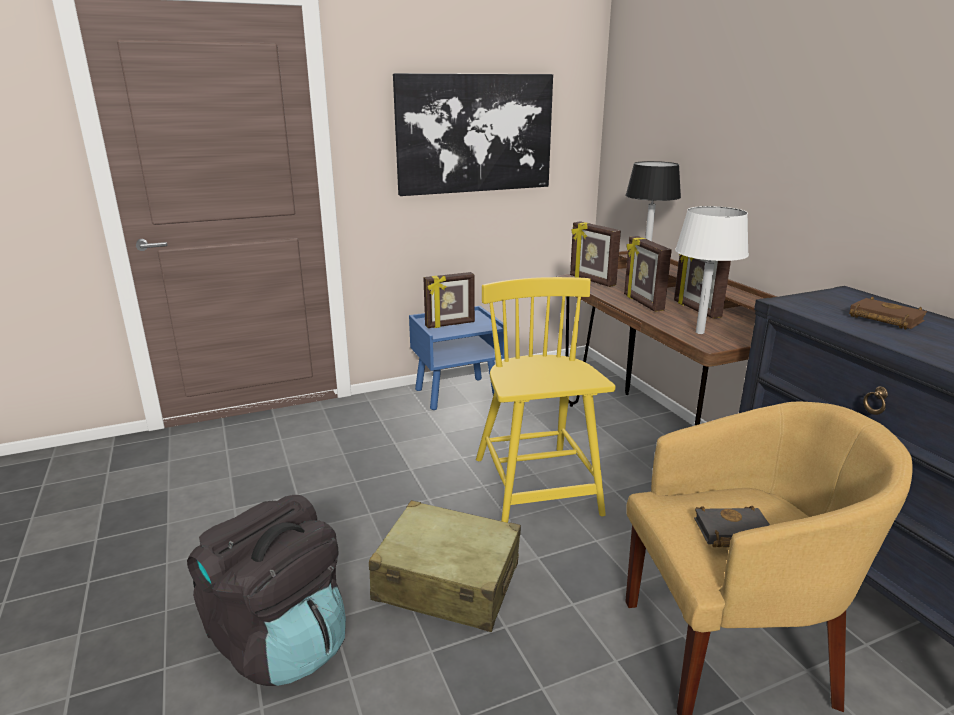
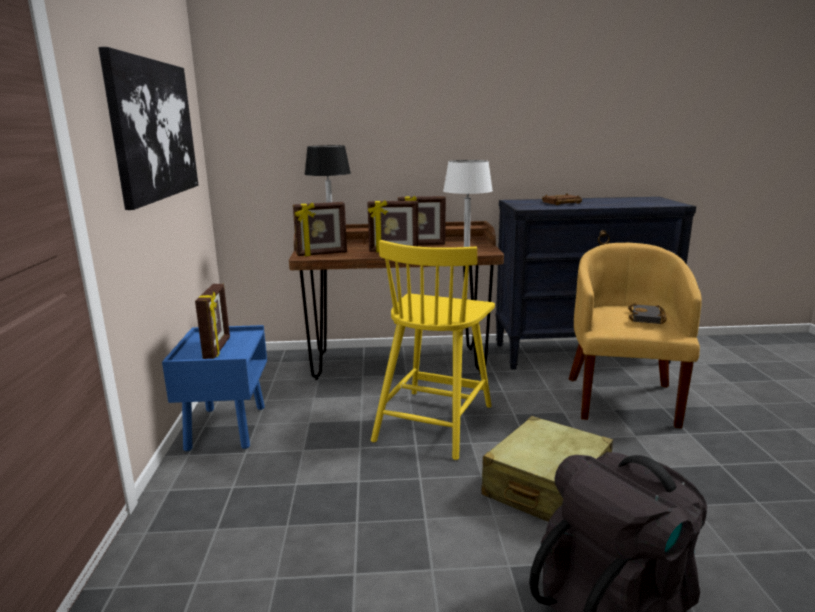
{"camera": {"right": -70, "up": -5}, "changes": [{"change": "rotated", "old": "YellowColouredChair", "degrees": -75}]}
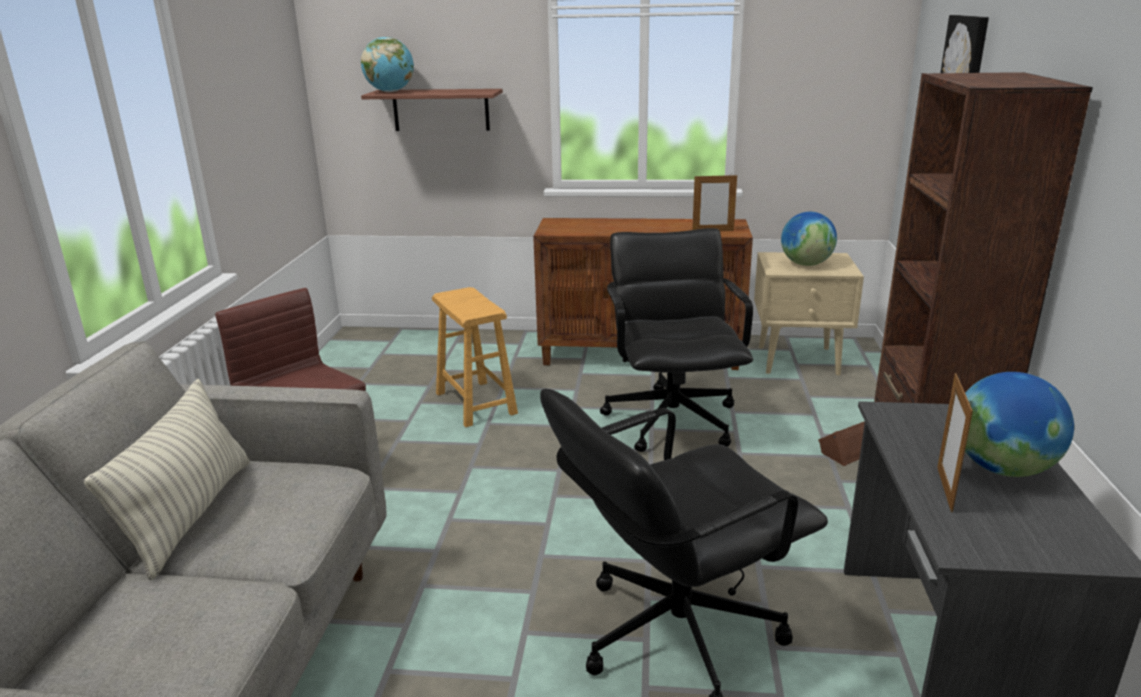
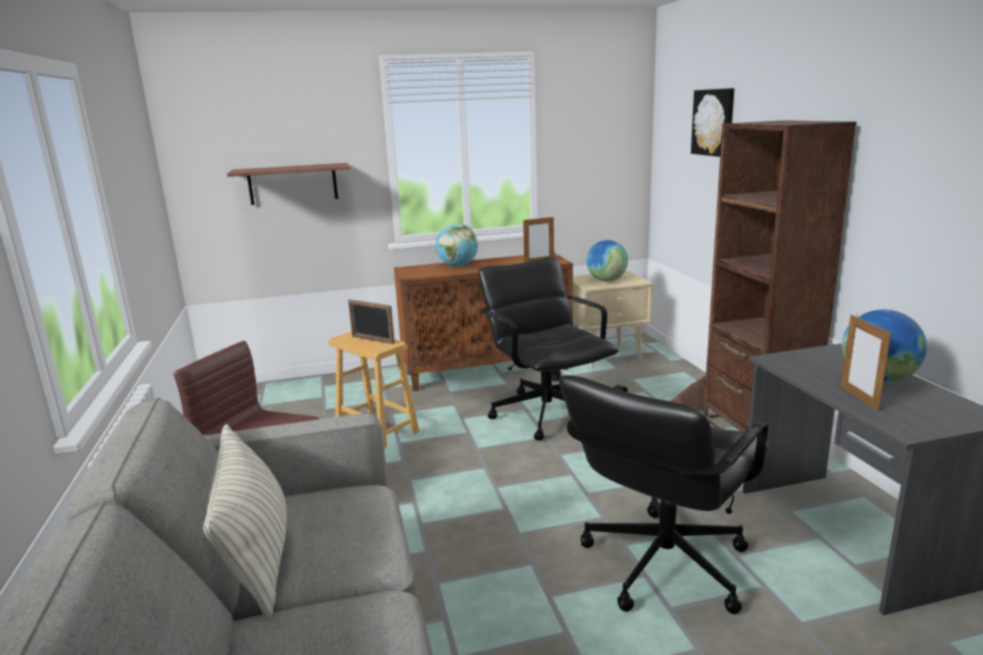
{"camera": {"right": -20, "up": -5}, "changes": [{"change": "shifted", "old": "DeskGlobe (no. 1 from left)"}, {"change": "new", "new": "StandingFrame (no. 1 from left)"}]}
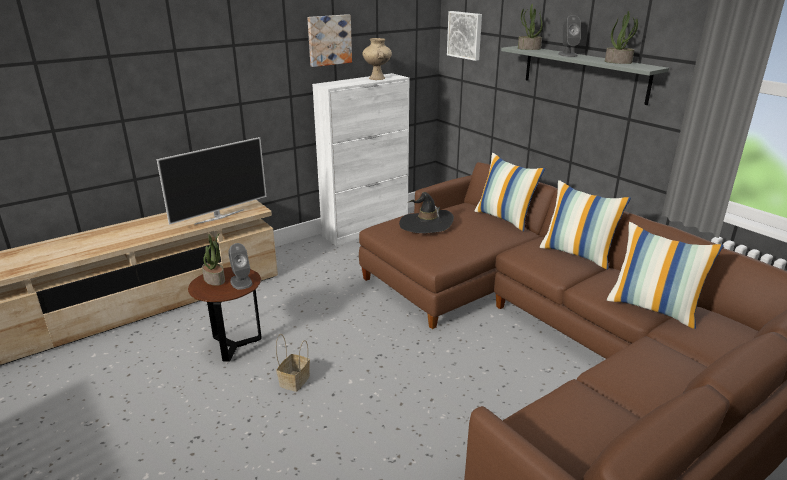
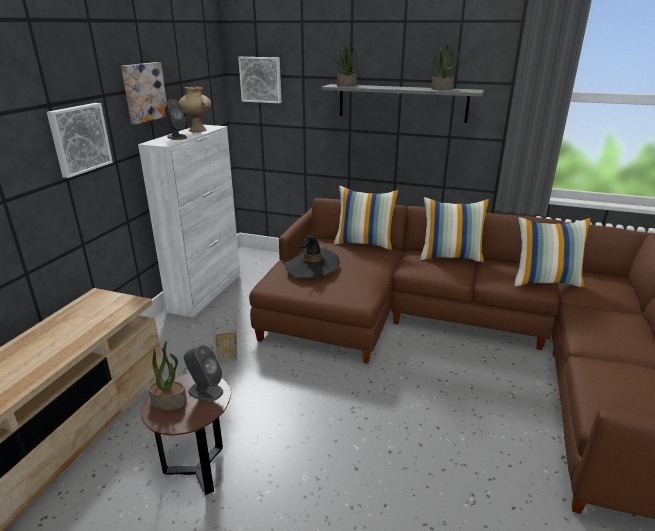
{"camera": {"right": -35, "up": 0}, "changes": [{"change": "gone", "old": "Tv"}, {"change": "shifted", "old": "HouseholdBasket"}, {"change": "shifted", "old": "GreyishAudioSpeaker (no. 2 from left in the first image)", "new": "GreyishAudioSpeaker (no. 1 from left)"}, {"change": "new", "new": "WallPicture (no. 1 from left)"}]}
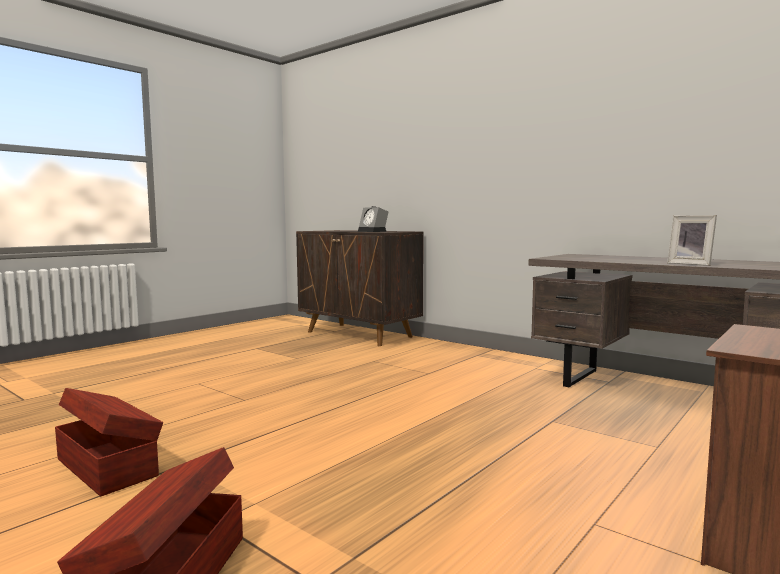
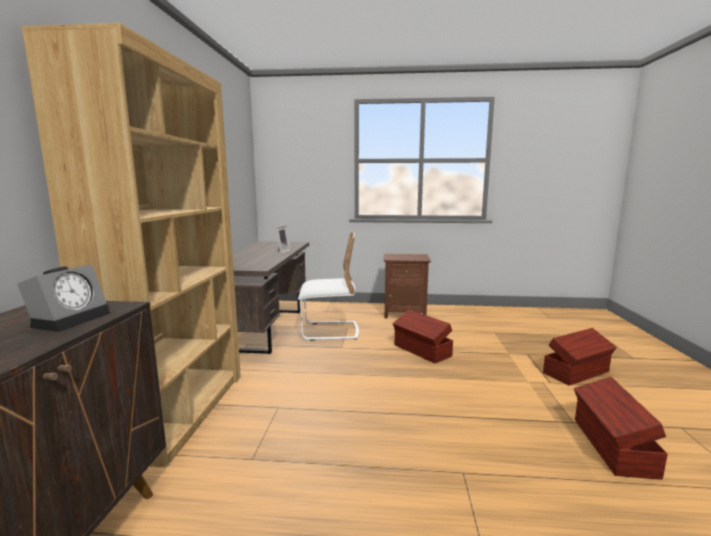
{"camera": {"right": -125, "up": 5}, "changes": [{"change": "new", "new": "BrownishShelvingUnit"}, {"change": "new", "new": "WhiteColouredChair"}, {"change": "new", "new": "BrownishStorageBin (no. 1 from left)"}]}
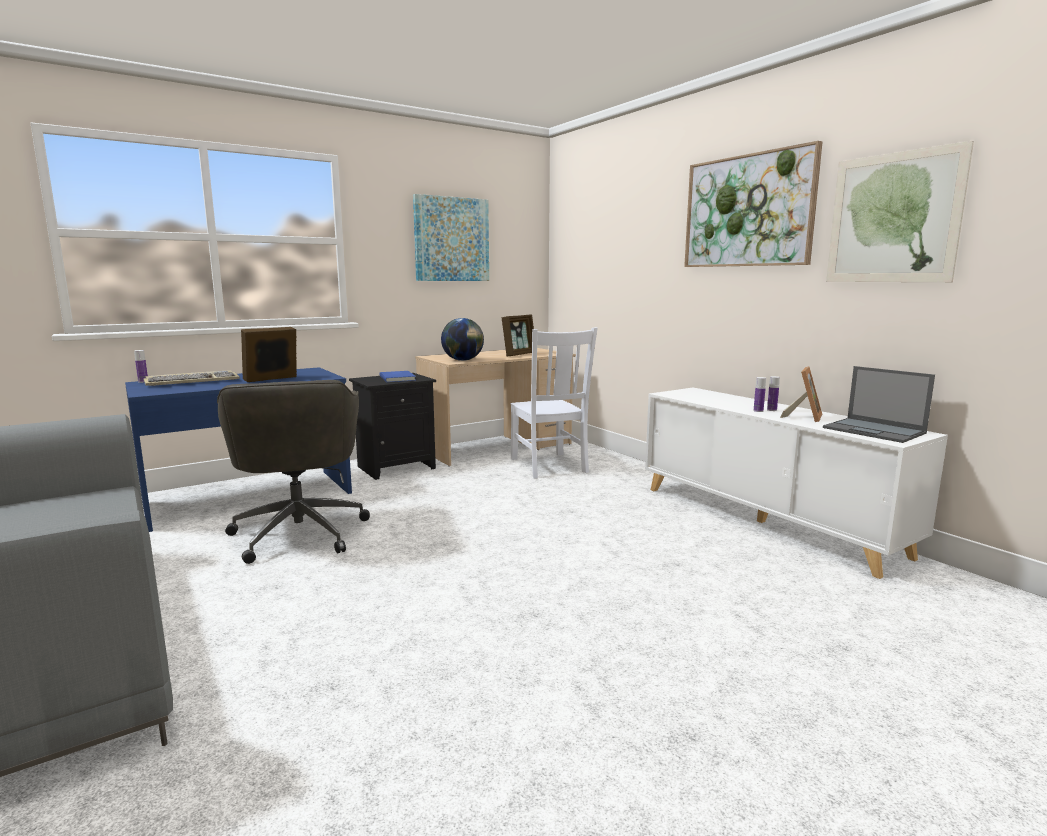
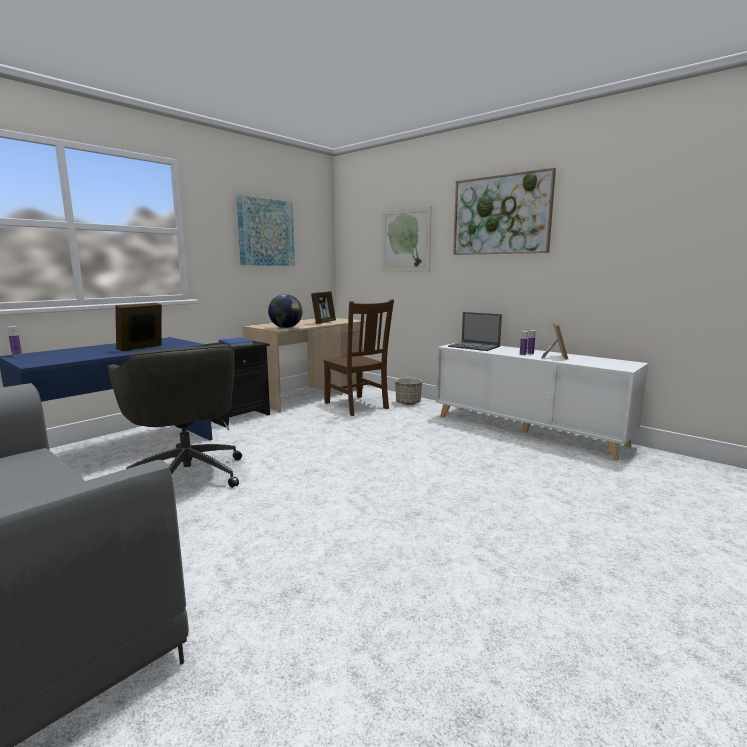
{"camera": {"right": -15, "up": 0}, "changes": [{"change": "gone", "old": "Keyboard"}, {"change": "repainted", "old": "WhiteColouredChair", "new": "BrownishChair"}, {"change": "shifted", "old": "NotebookComputer"}, {"change": "shifted", "old": "WallPicture (no. 3 from left in the first image)", "new": "WallPicture (no. 2 from left)"}, {"change": "new", "new": "PlantPot"}]}
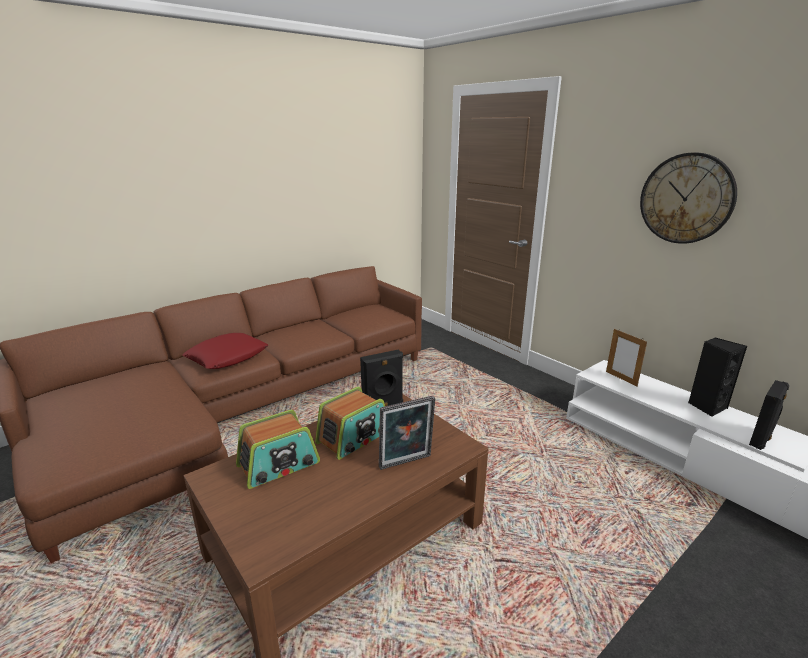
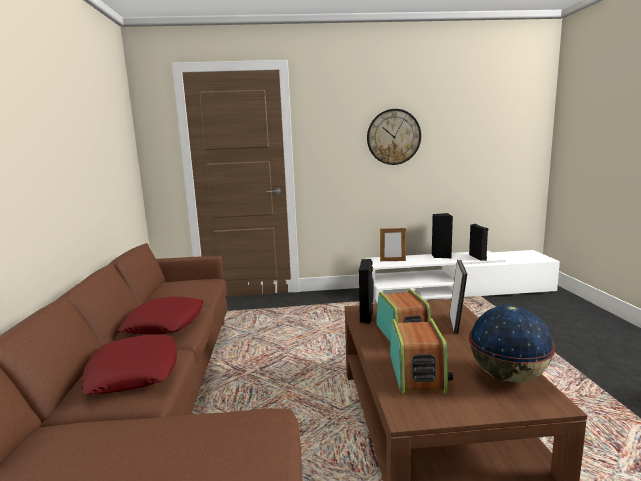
{"camera": {"right": -55, "up": -10}, "changes": [{"change": "new", "new": "RedCushion (no. 2 from left)"}, {"change": "new", "new": "DeskGlobe"}]}
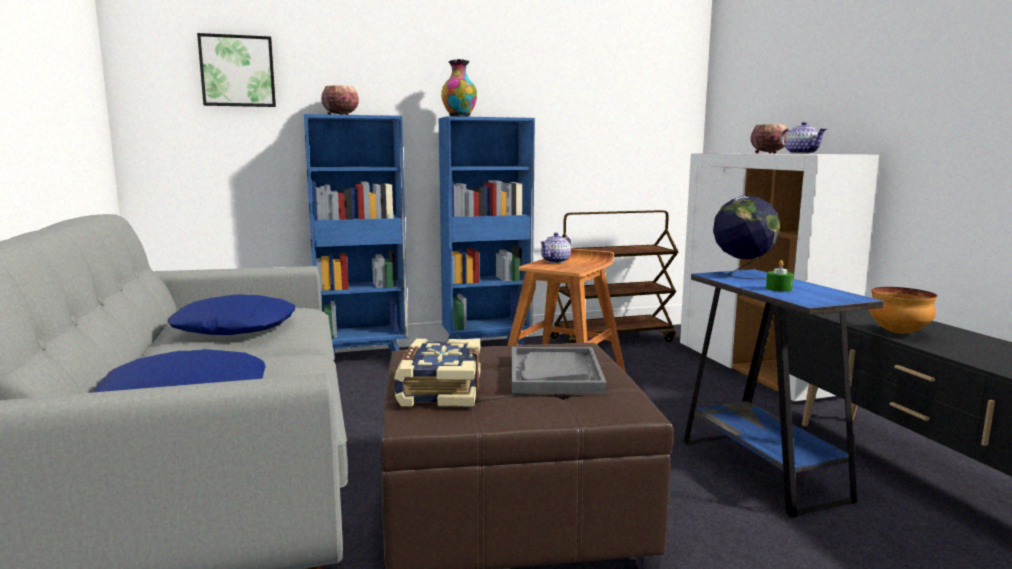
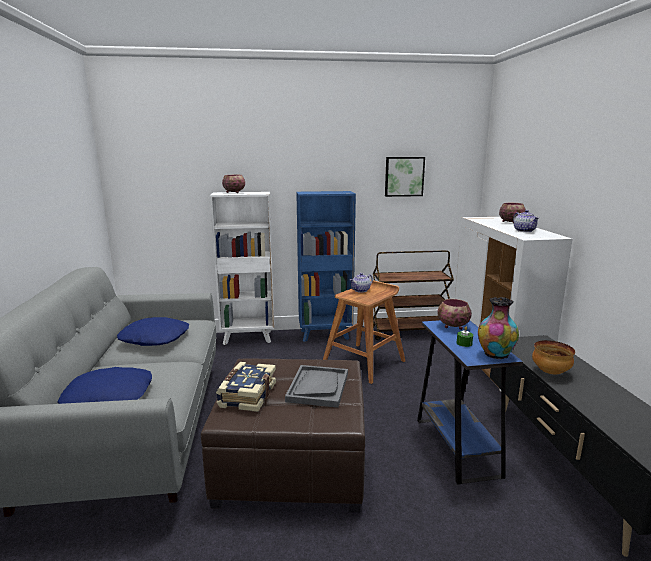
{"camera": {"right": 10, "up": 5}, "changes": [{"change": "shifted", "old": "WallPicture"}, {"change": "repainted", "old": "BlueColouredShelvingUnit (no. 1 from left)", "new": "WhiteColouredShelvingUnit"}, {"change": "shifted", "old": "DecorativeVase"}, {"change": "swapped", "old": "DeskGlobe", "new": "DeepDish (no. 2 from left)"}]}
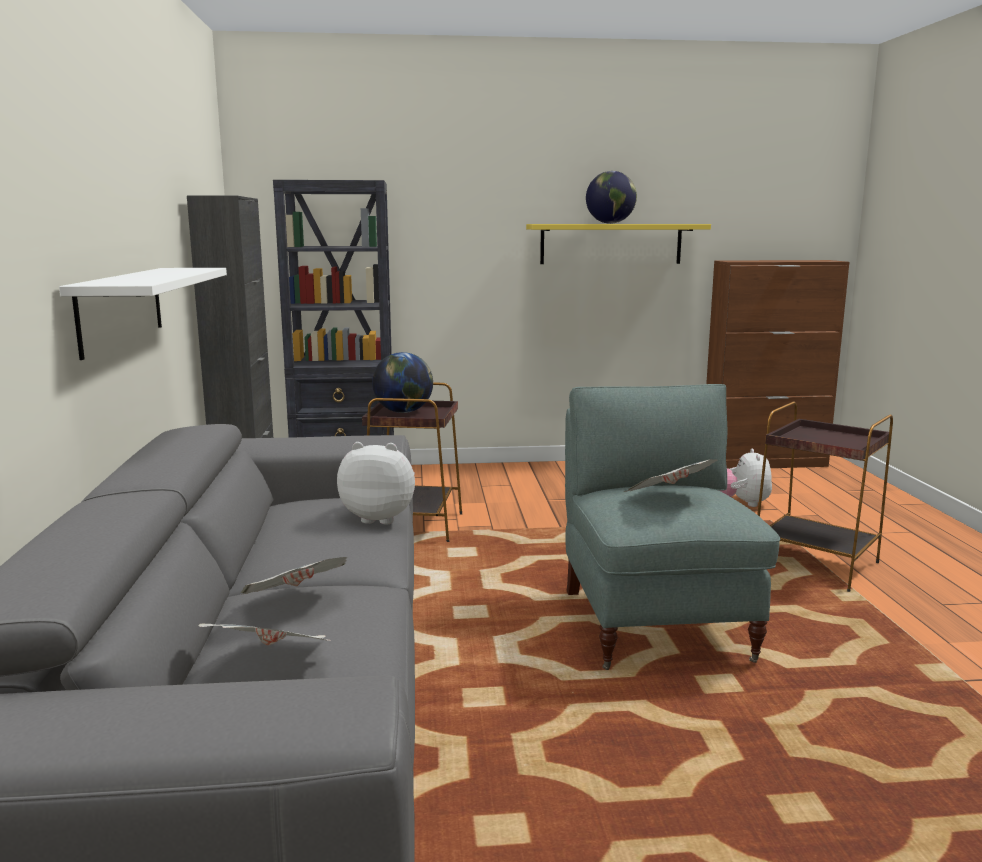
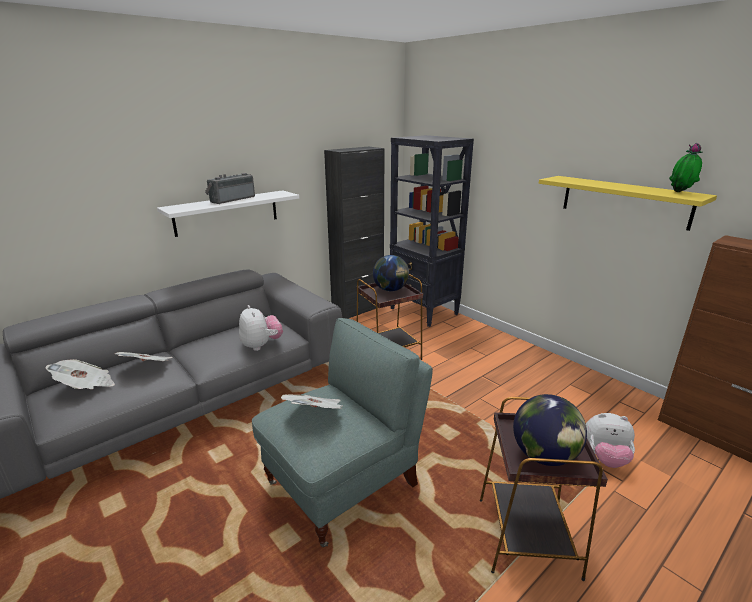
{"camera": {"right": 55, "up": 10}, "changes": [{"change": "shifted", "old": "DeskGlobe (no. 2 from left)"}, {"change": "rotated", "old": "SoftToy (no. 2 from left)", "degrees": -135}, {"change": "new", "new": "Radio"}, {"change": "new", "new": "PottedPlant"}]}
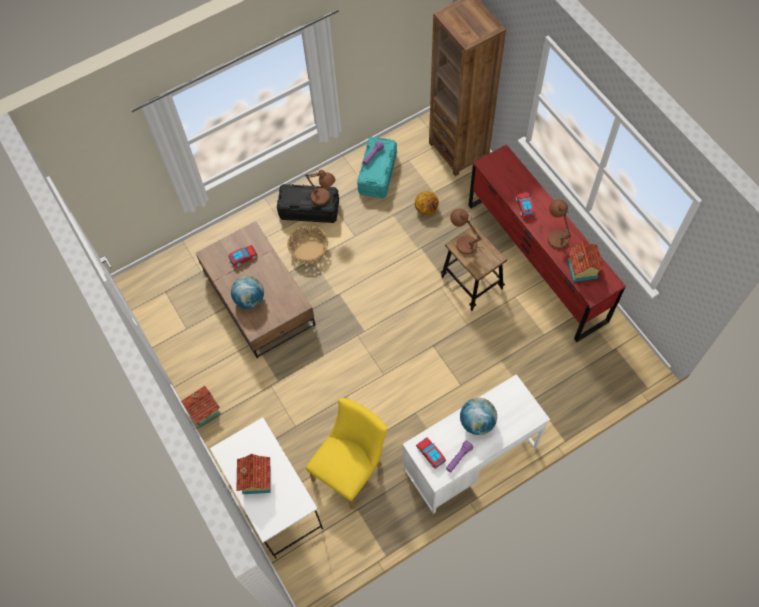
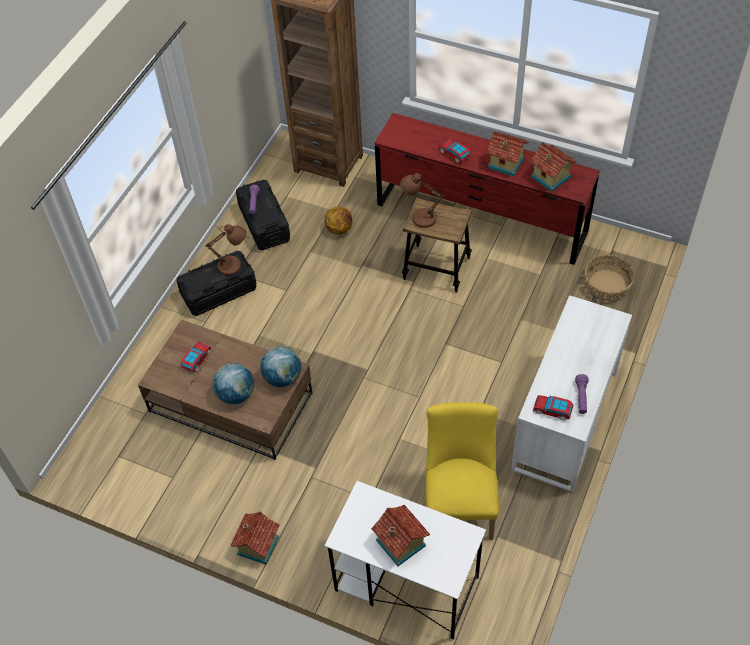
{"camera": {"right": -35, "up": -10}, "changes": [{"change": "shifted", "old": "HouseholdBasket"}, {"change": "repainted", "old": "TurquoiseStorageBin", "new": "BlackColouredStorageBin (no. 2 from left)"}, {"change": "shifted", "old": "DeskGlobe (no. 2 from left)"}, {"change": "swapped", "old": "BrownishTabletopLamp (no. 3 from left)", "new": "ToyHouse (no. 3 from left)"}]}
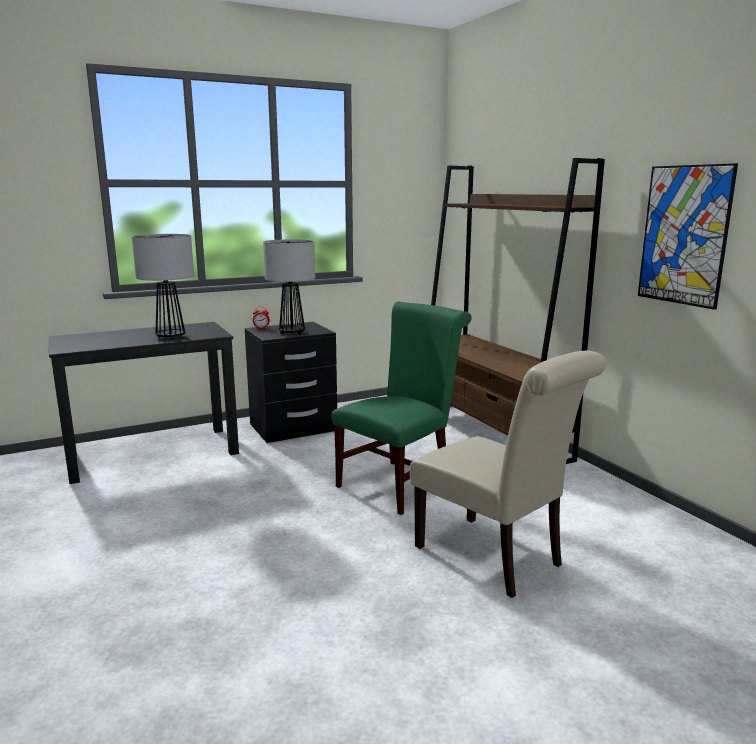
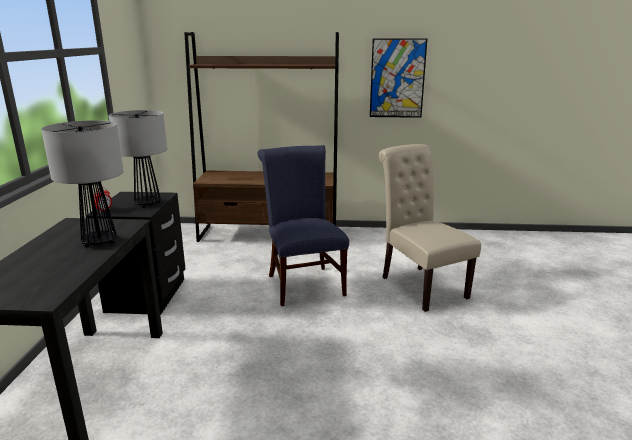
{"camera": {"right": -60, "up": 5}, "changes": [{"change": "repainted", "old": "GreenChair", "new": "BlueColouredChair"}, {"change": "rotated", "old": "BeigeColouredChair", "degrees": -105}]}
